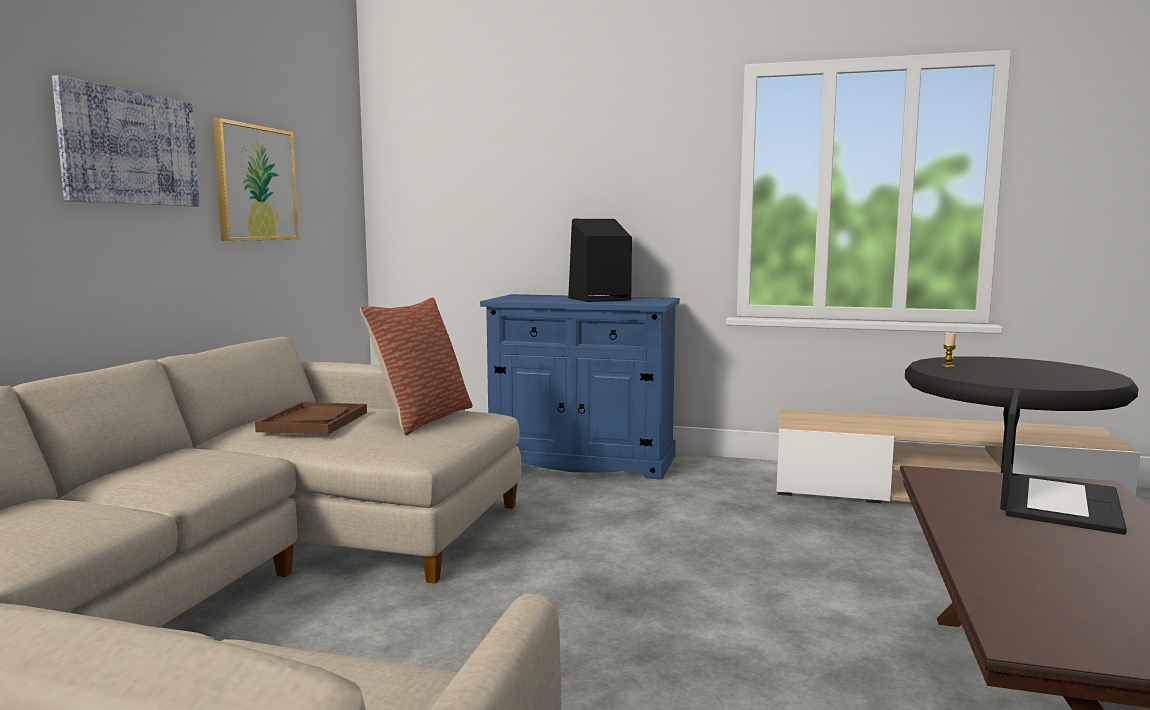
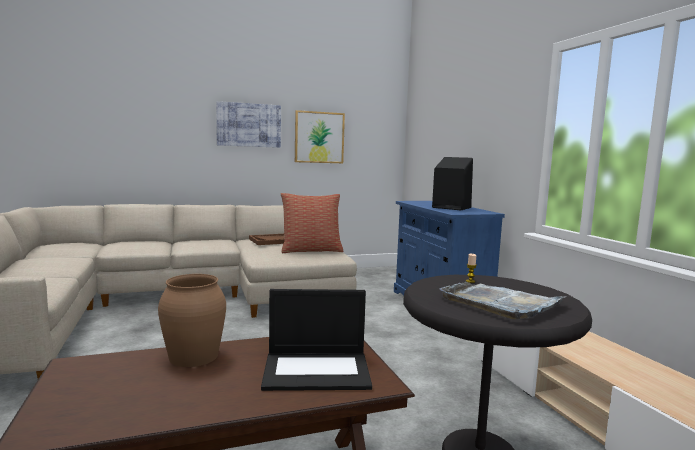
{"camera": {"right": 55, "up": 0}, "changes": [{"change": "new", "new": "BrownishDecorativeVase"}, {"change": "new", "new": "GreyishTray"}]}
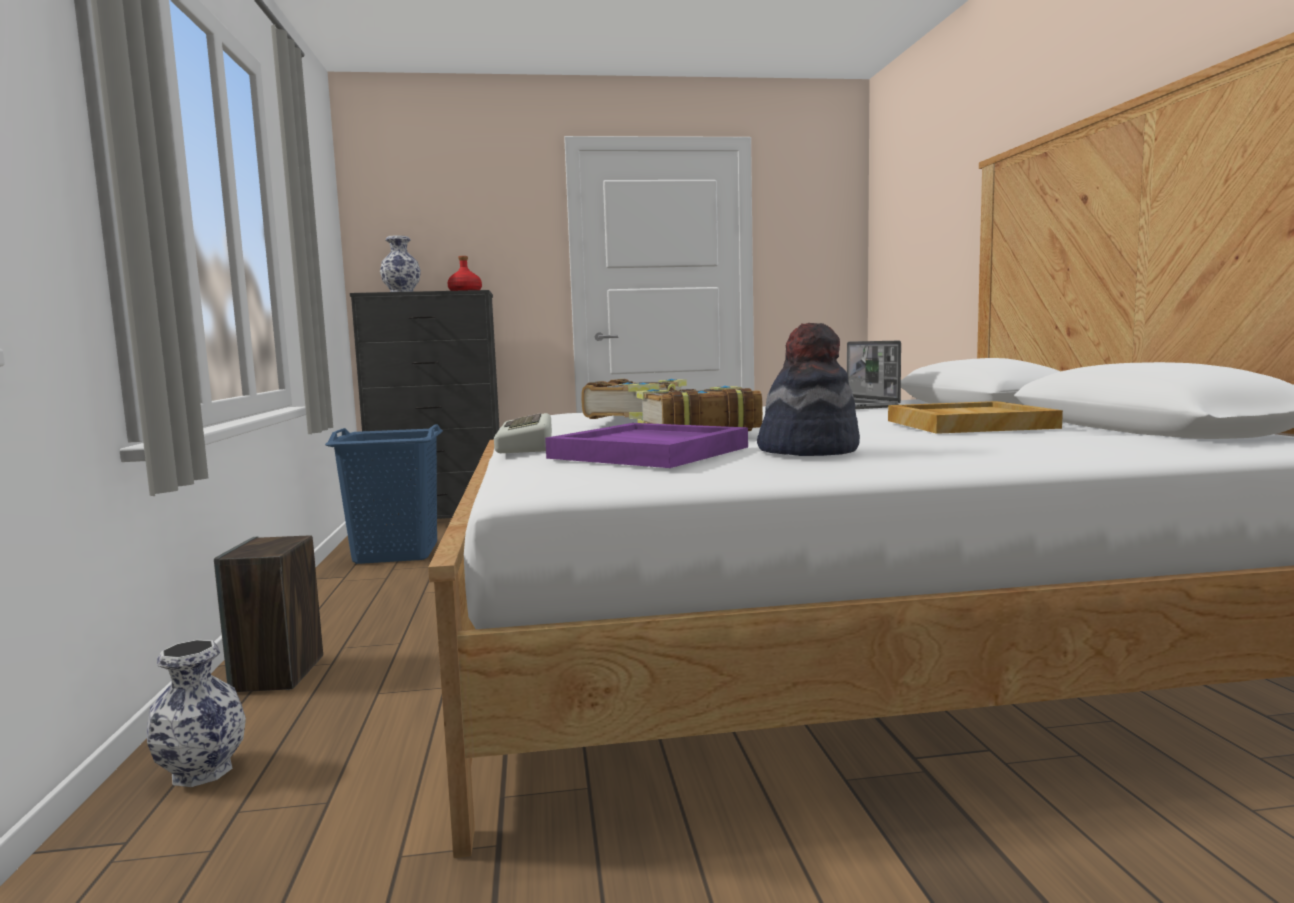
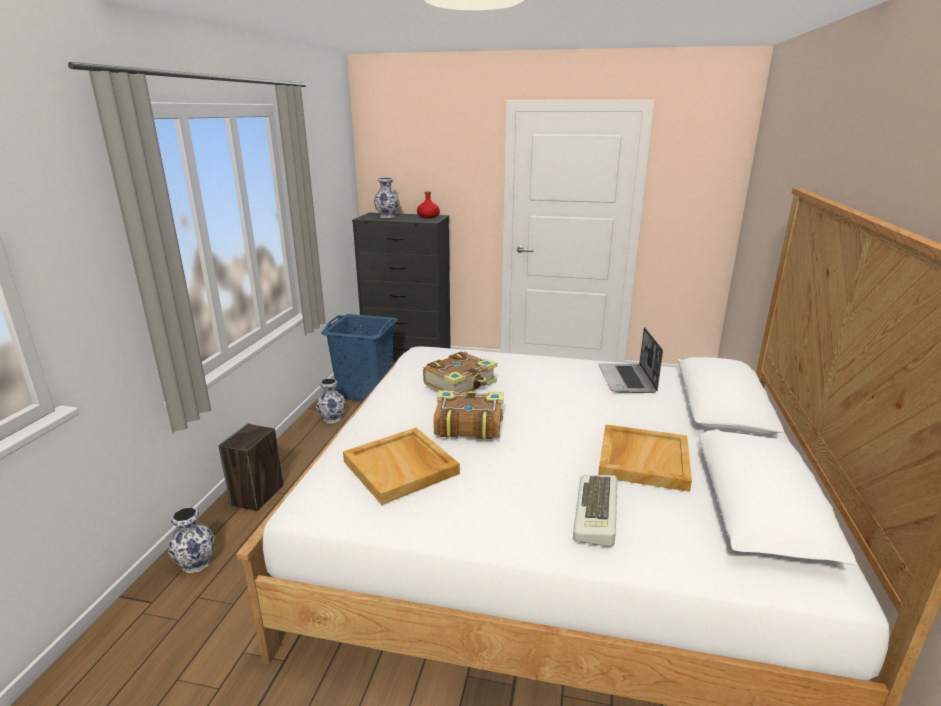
{"camera": {"right": 20, "up": 15}, "changes": [{"change": "shifted", "old": "Keyboard"}, {"change": "repainted", "old": "PurpleTray", "new": "BeigeColouredTray (no. 1 from left)"}, {"change": "gone", "old": "ClothingHat"}, {"change": "new", "new": "DecorativeVase (no. 2 from left)"}]}
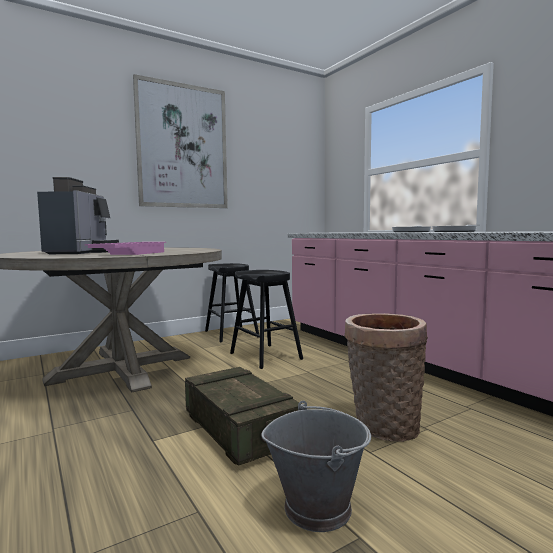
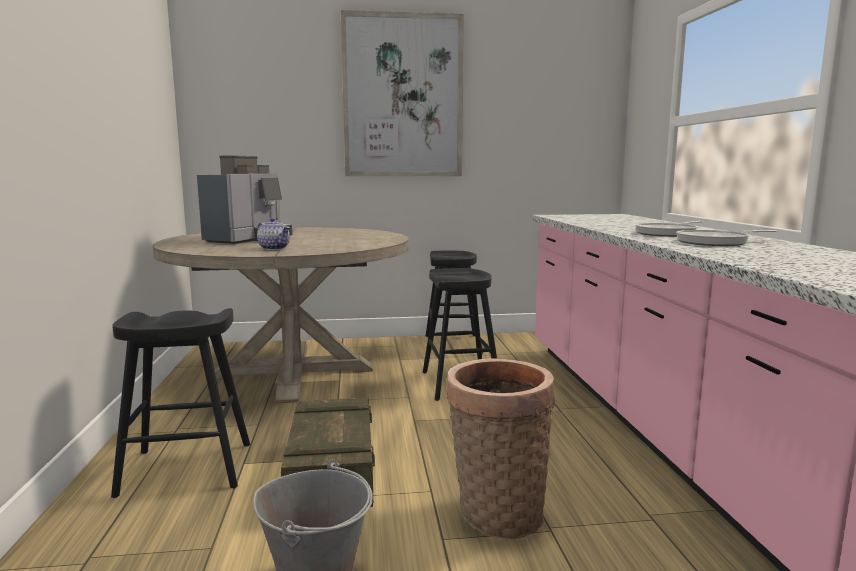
{"camera": {"right": 25, "up": 5}, "changes": [{"change": "swapped", "old": "PinkTray", "new": "TeaPot"}, {"change": "new", "new": "BlackColouredSittingStool (no. 1 from left)"}]}
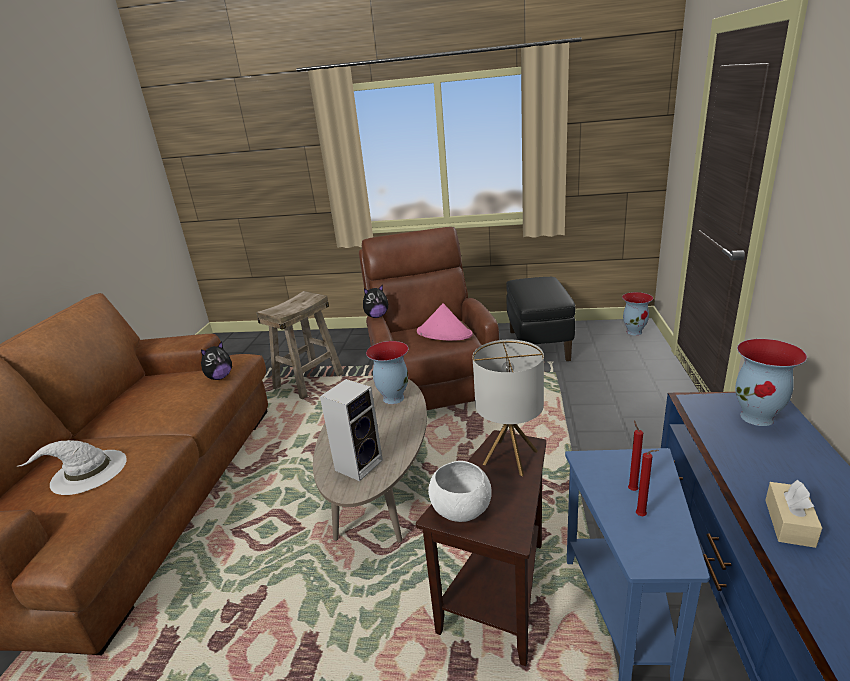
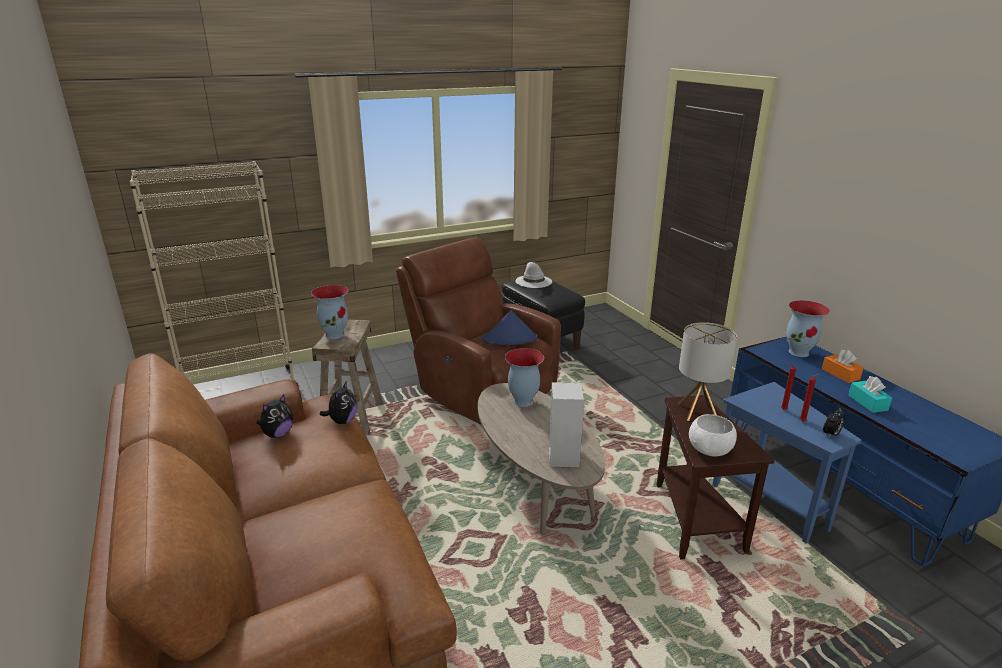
{"camera": {"right": -35, "up": 0}, "changes": [{"change": "shifted", "old": "WhiteColouredClothingHat"}, {"change": "shifted", "old": "SoftToy (no. 2 from left in the first image)", "new": "SoftToy (no. 1 from left)"}, {"change": "repainted", "old": "PinkClothingHat", "new": "BlueColouredClothingHat"}, {"change": "shifted", "old": "DecorativeVase (no. 2 from left in the first image)", "new": "DecorativeVase (no. 1 from left)"}, {"change": "repainted", "old": "BeigeColouredTissueBox", "new": "TurquoiseTissueBox"}, {"change": "new", "new": "BeigeColouredShelvingUnit"}, {"change": "new", "new": "OrangeColouredTissueBox"}, {"change": "new", "new": "AlarmClock"}]}
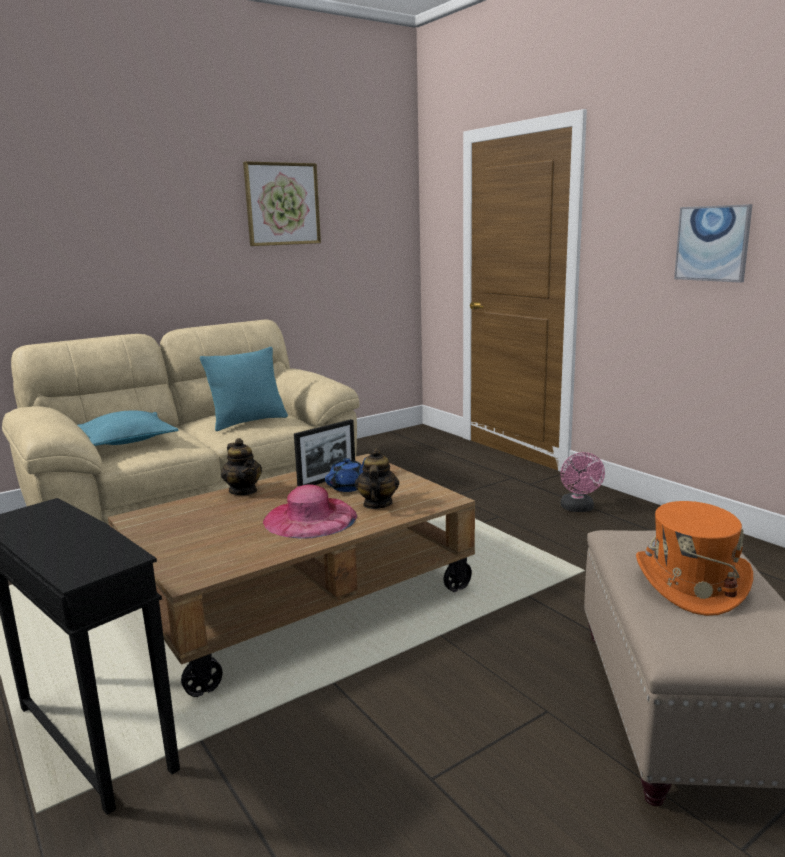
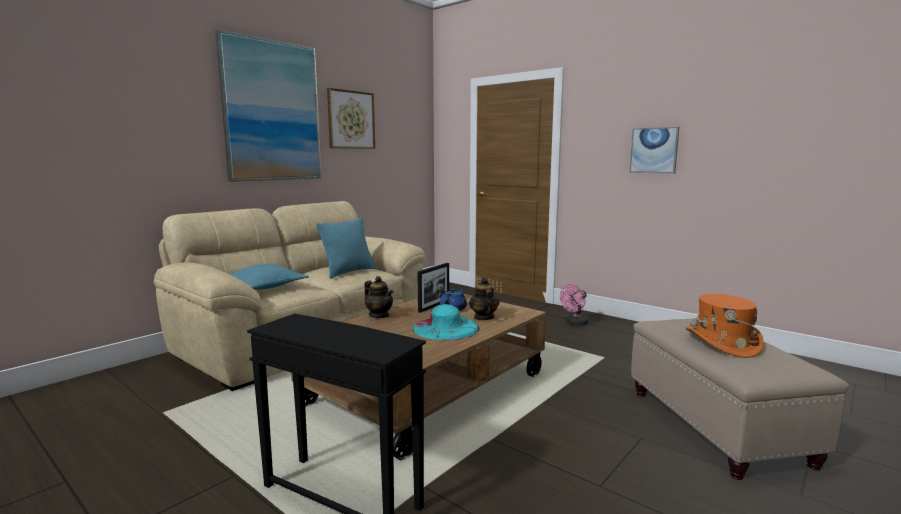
{"camera": {"right": -15, "up": -5}, "changes": [{"change": "repainted", "old": "PinkClothingHat", "new": "TurquoiseClothingHat"}, {"change": "rotated", "old": "PinkElectricFan", "degrees": 60}, {"change": "new", "new": "WallPicture (no. 1 from left)"}]}
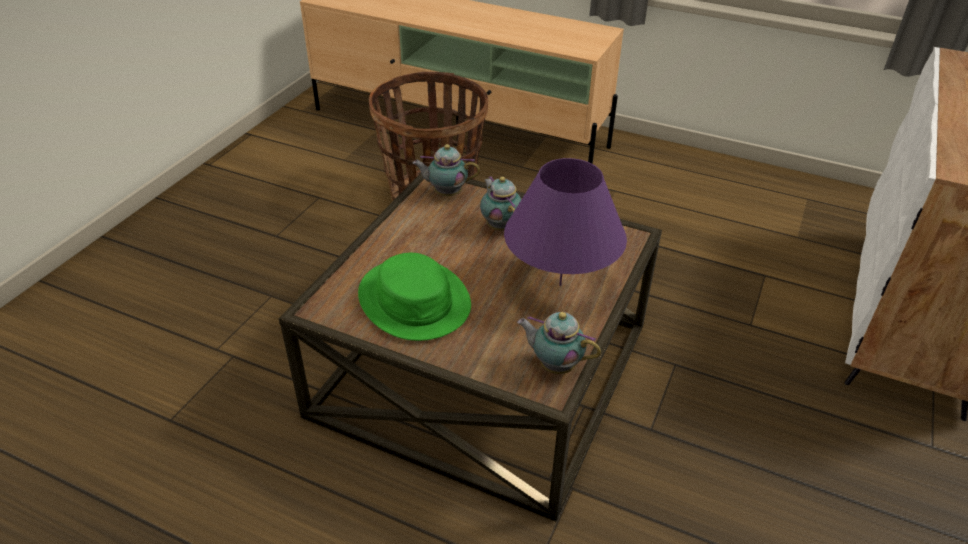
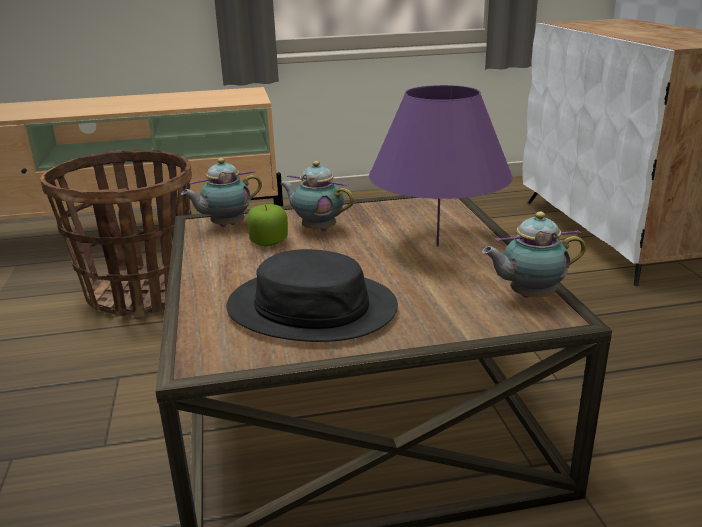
{"camera": {"right": -35, "up": -15}, "changes": [{"change": "repainted", "old": "GreenClothingHat", "new": "BlackColouredClothingHat"}, {"change": "new", "new": "WholeApple"}]}
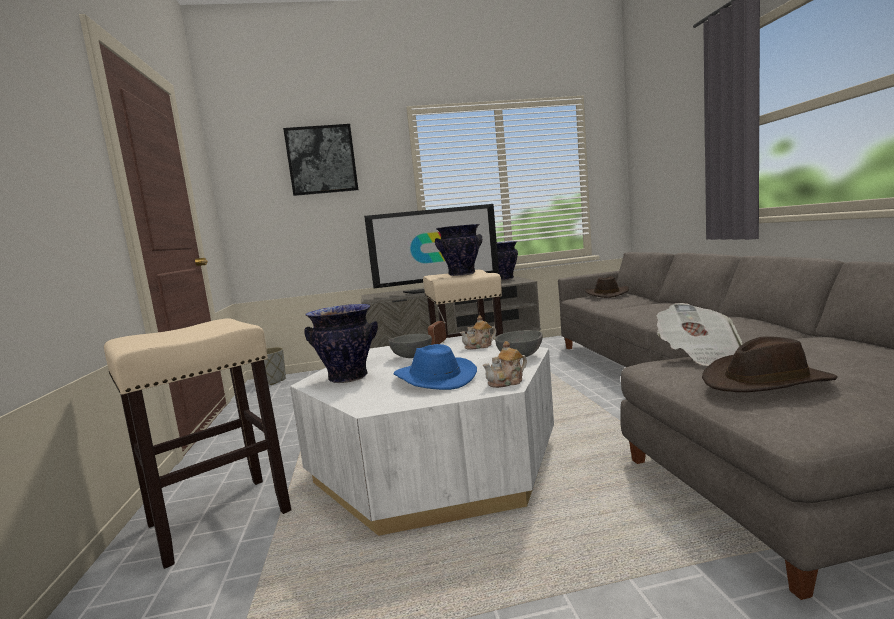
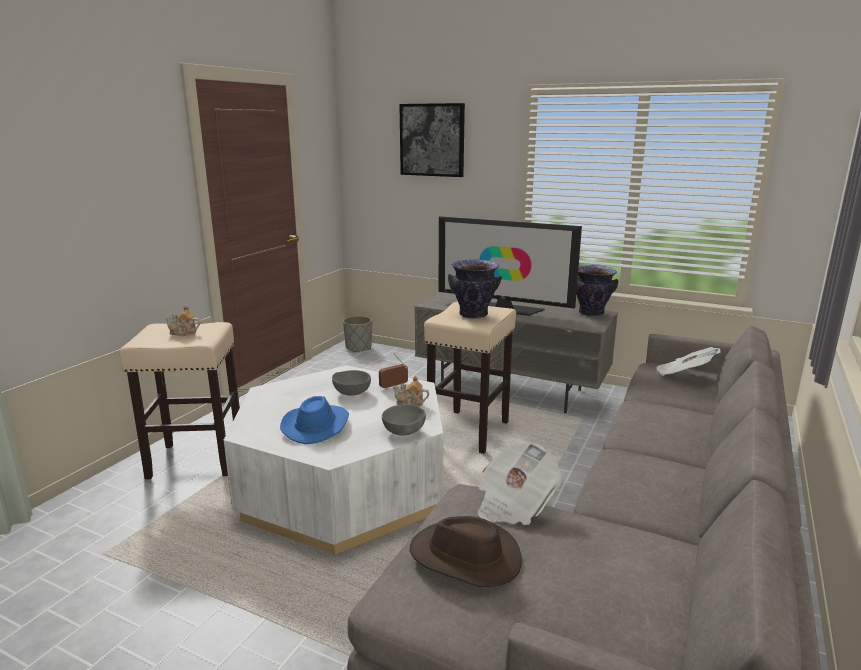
{"camera": {"right": 35, "up": 10}, "changes": [{"change": "gone", "old": "DecorativeVase (no. 1 from left)"}, {"change": "shifted", "old": "TeaPot (no. 2 from left in the first image)", "new": "TeaPot (no. 1 from left)"}, {"change": "swapped", "old": "BrownishClothingHat (no. 1 from left)", "new": "Newspaper (no. 2 from left)"}]}
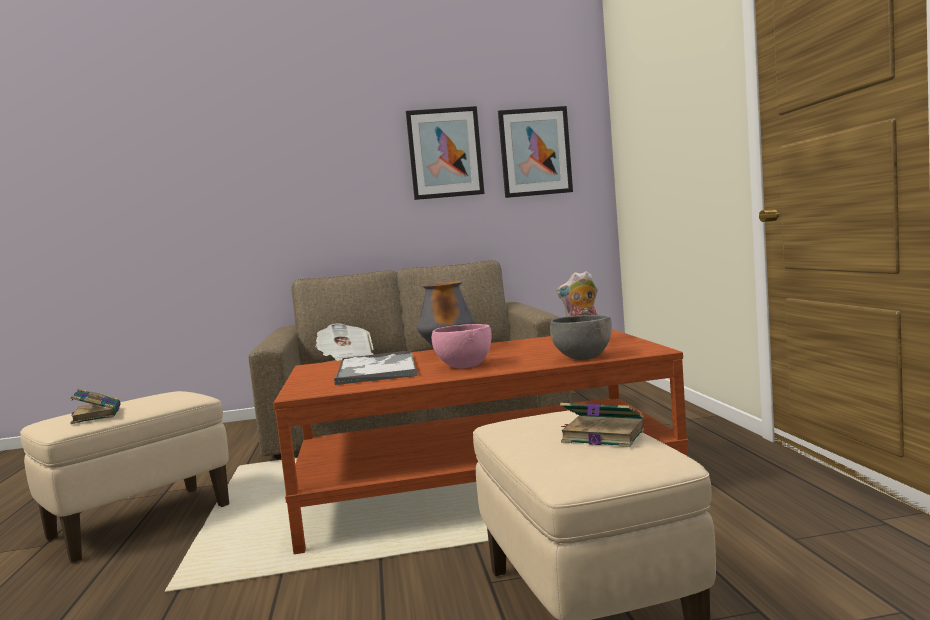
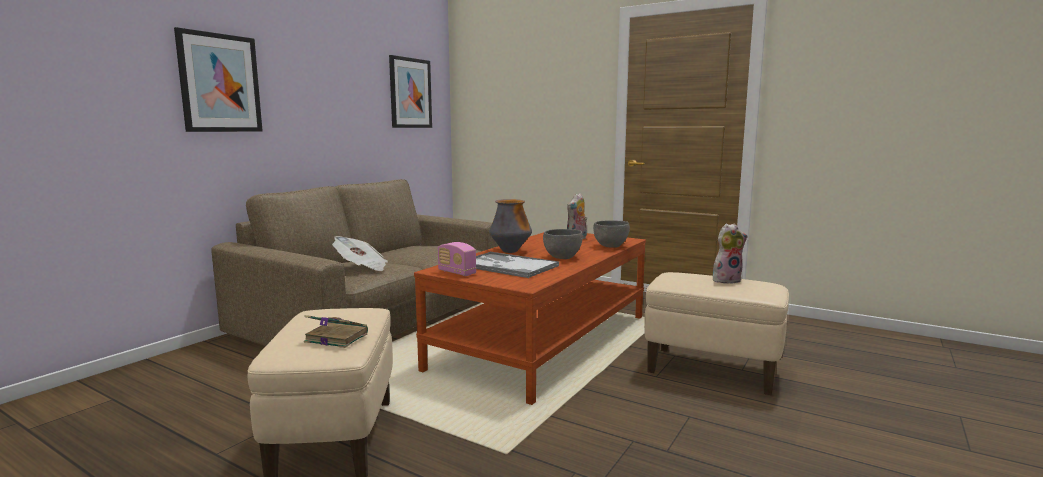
{"camera": {"right": -50, "up": 5}, "changes": [{"change": "shifted", "old": "WallPicture (no. 1 from left)"}, {"change": "repainted", "old": "PinkDeepDish", "new": "GreyishDeepDish (no. 1 from left)"}, {"change": "swapped", "old": "Volume (no. 2 from left)", "new": "SoftToy (no. 2 from left)"}, {"change": "new", "new": "Radio"}]}
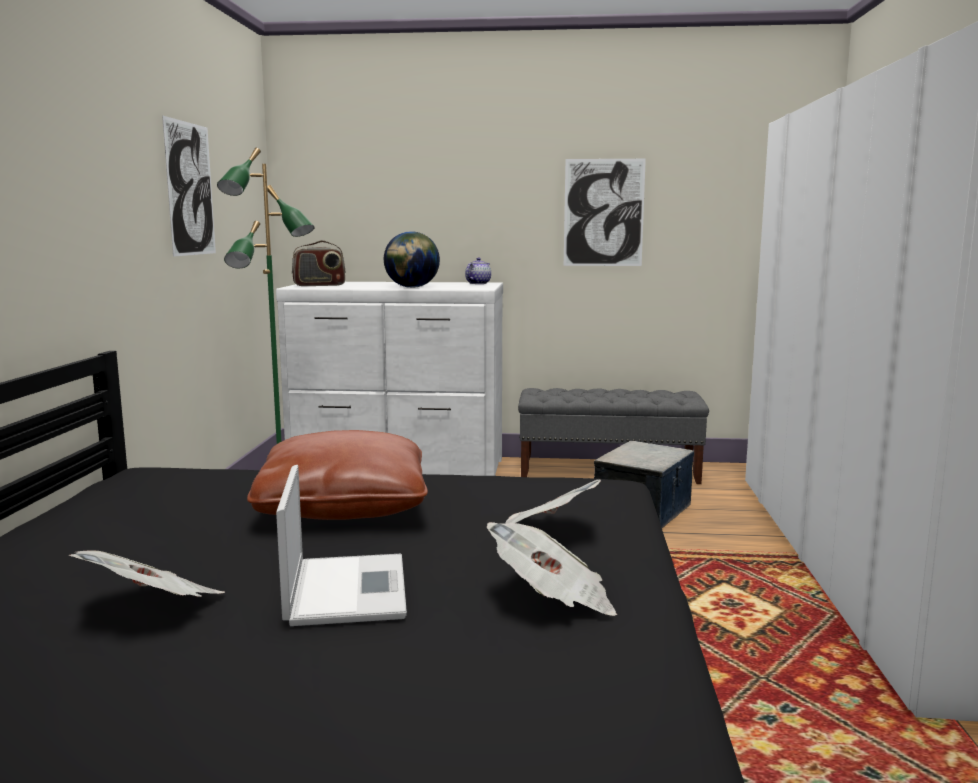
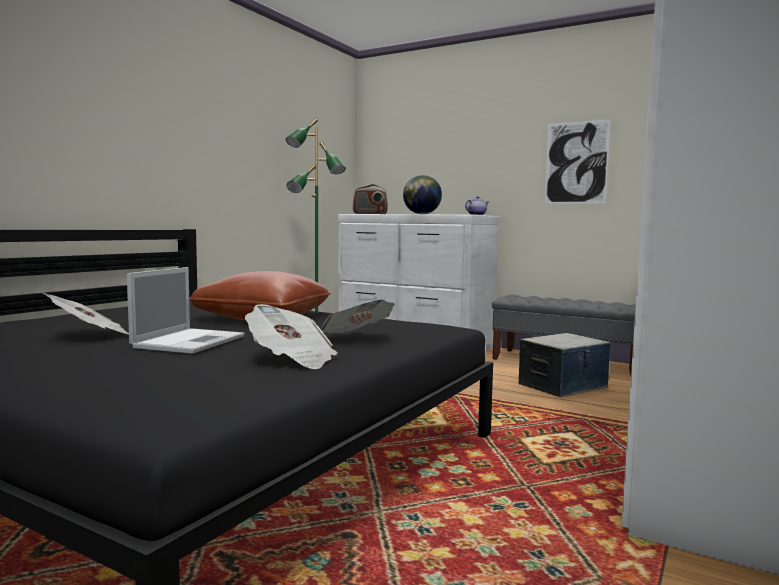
{"camera": {"right": 25, "up": -5}, "changes": [{"change": "gone", "old": "WallPicture (no. 1 from left)"}]}
